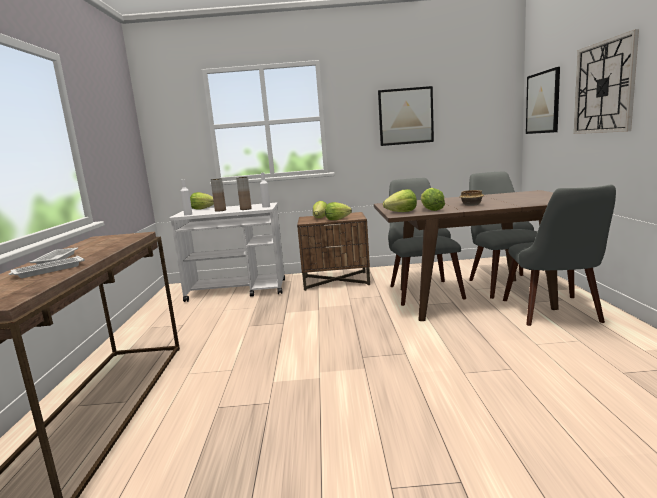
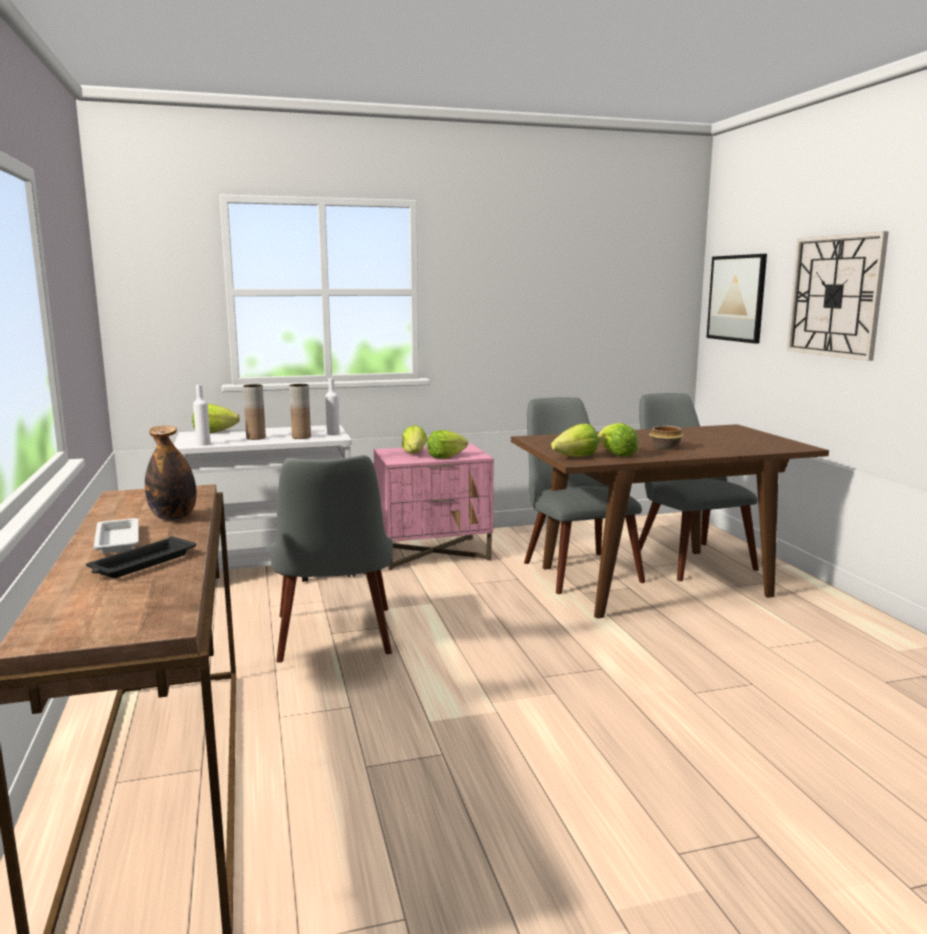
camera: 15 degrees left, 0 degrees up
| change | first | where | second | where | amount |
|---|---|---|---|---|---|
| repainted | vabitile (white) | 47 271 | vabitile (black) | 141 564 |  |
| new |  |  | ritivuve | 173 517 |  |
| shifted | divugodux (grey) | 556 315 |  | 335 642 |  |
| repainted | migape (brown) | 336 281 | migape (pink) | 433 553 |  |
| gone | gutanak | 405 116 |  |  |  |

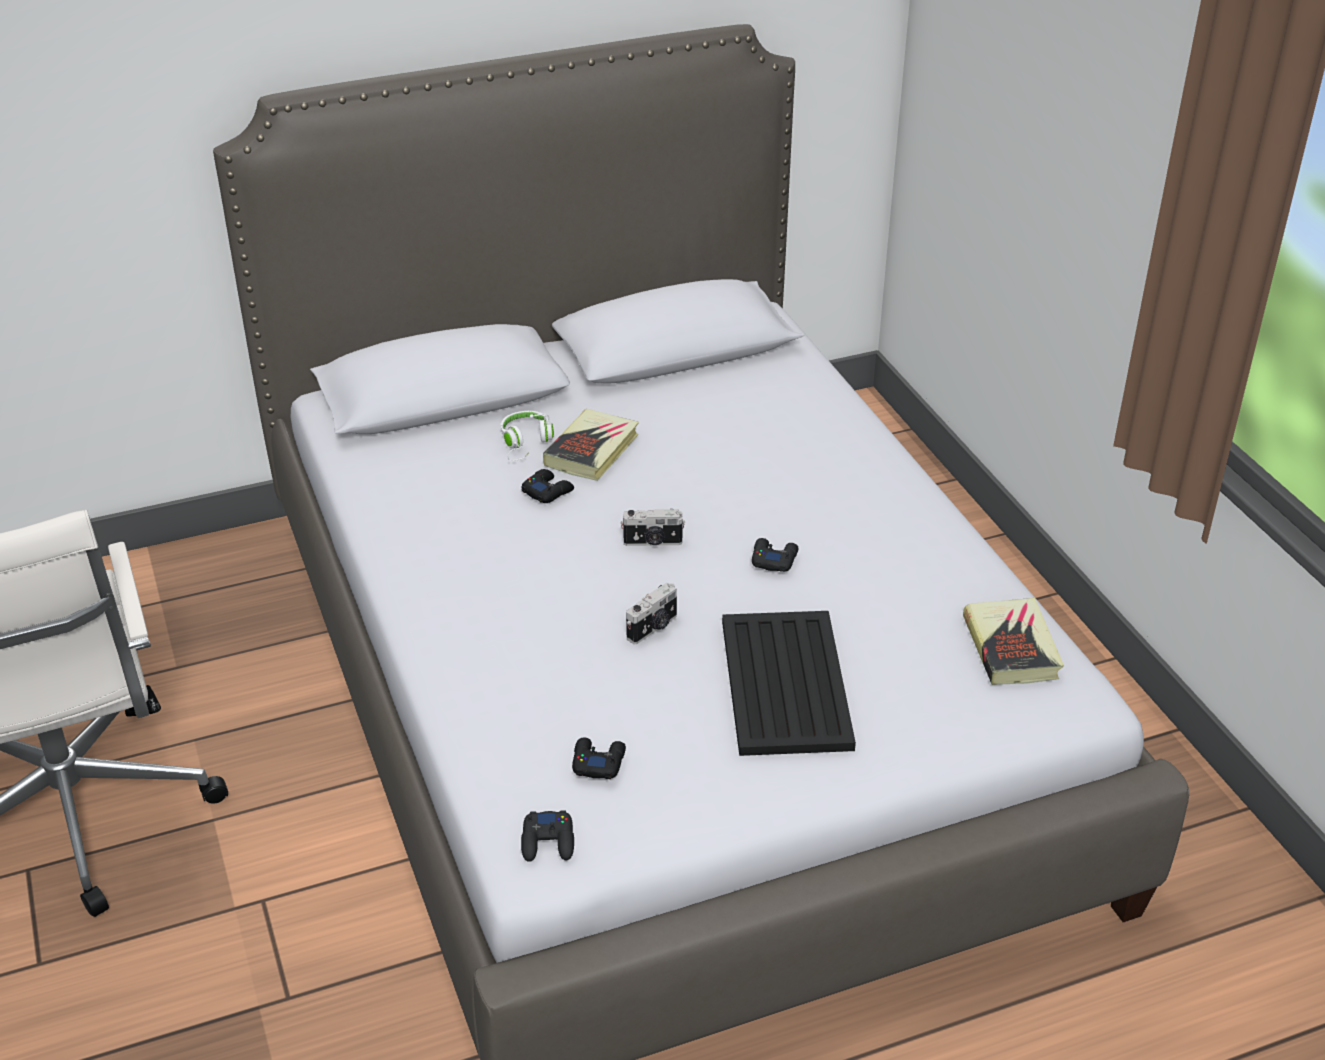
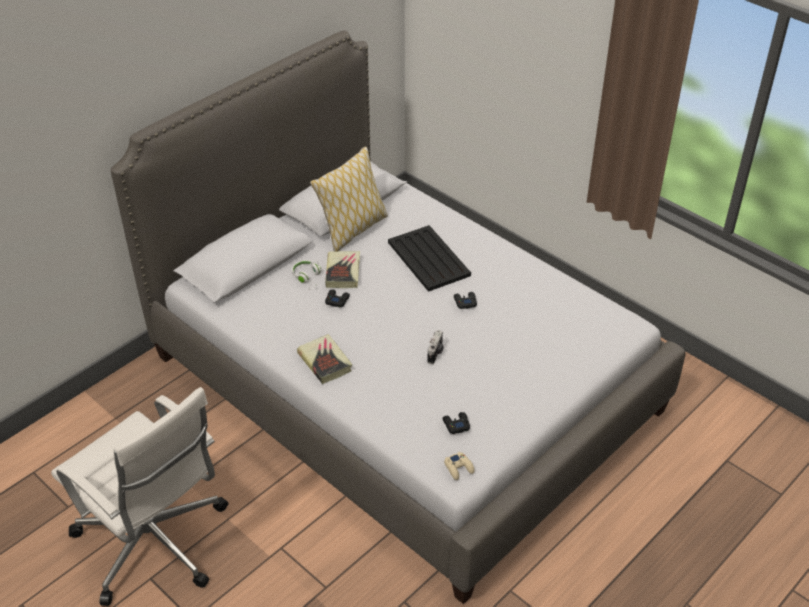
camera: 25 degrees left, 5 degrees up
| change | first | where | second | where | amount |
|---|---|---|---|---|---|
| shifted | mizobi | 1011 647 |  | 325 362 |  |
| new |  |  | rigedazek | 352 230 |  |
| shifted | vabitile (black) | 785 685 |  | 429 259 |  |
| repainted | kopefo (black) | 548 842 | kopefo (beige) | 459 468 |  |
| gone | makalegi | 653 542 |  |  |  |

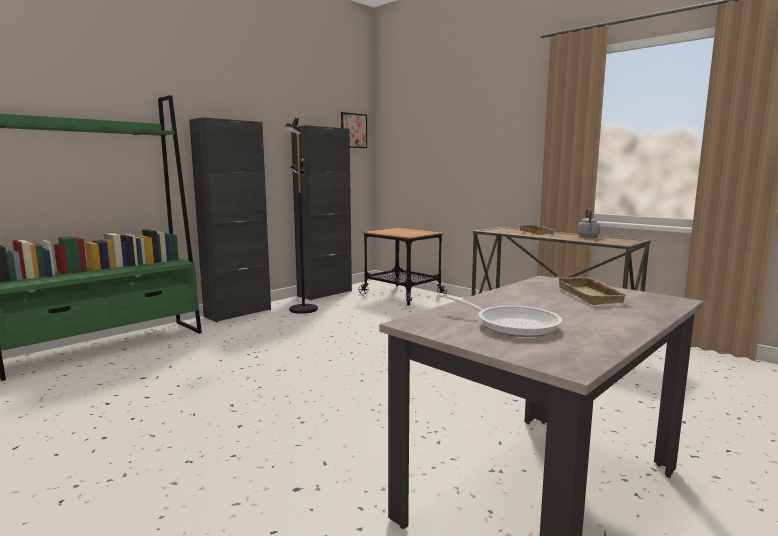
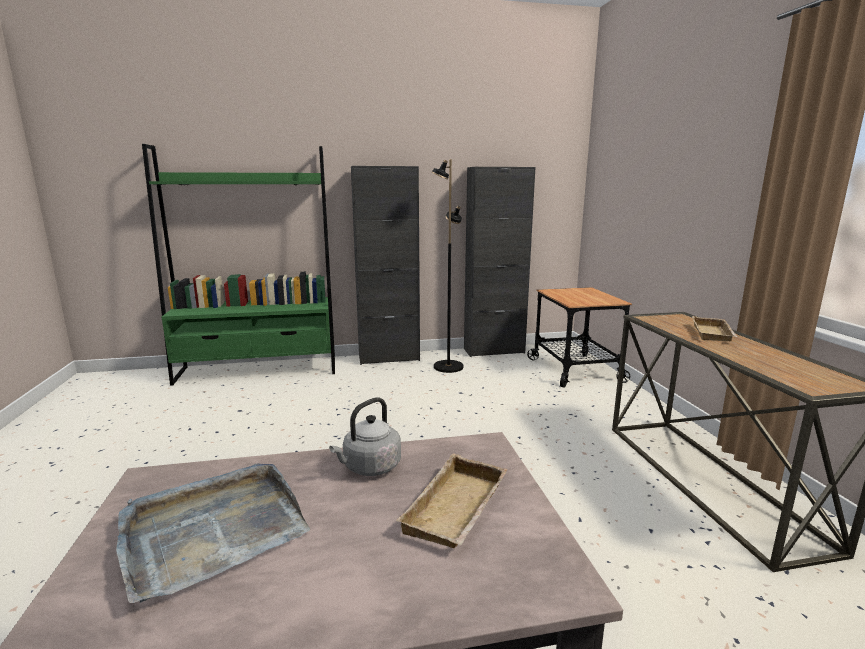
camera: 35 degrees right, 5 degrees up
| change | first | where | second | where | amount |
|---|---|---|---|---|---|
| swapped | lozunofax | 510 324 | vabitile (grey) | 213 529 |  |
| shifted | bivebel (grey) | 588 236 |  | 369 467 |  |
| gone | gutanak | 353 130 |  |  |  |

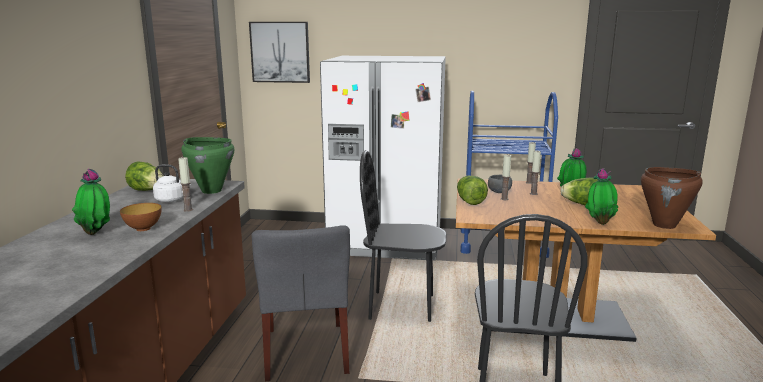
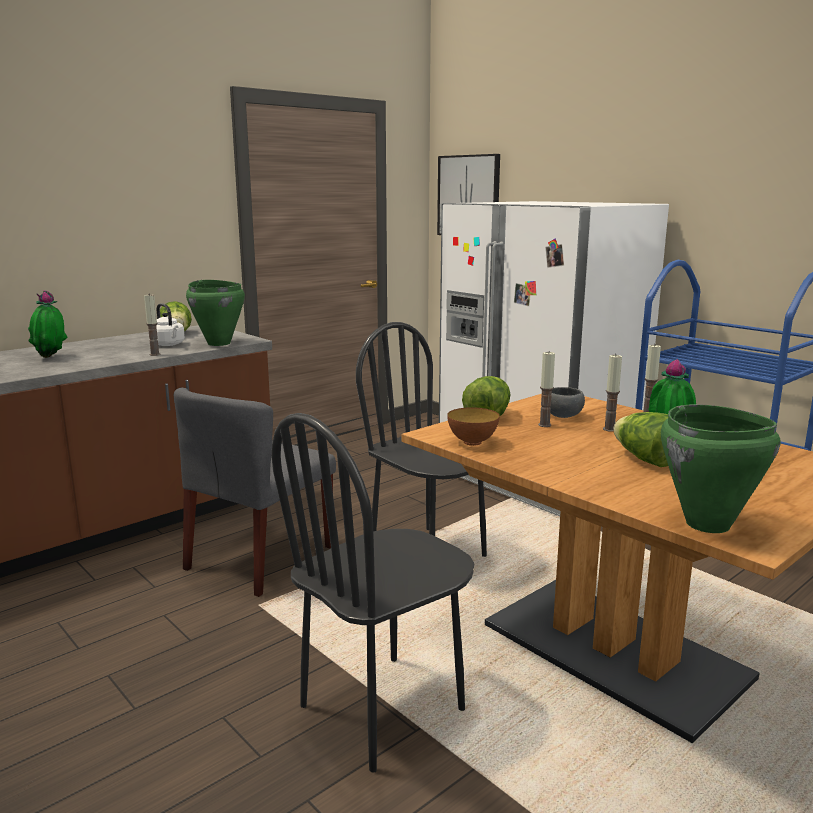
camera: 40 degrees right, 0 degrees up
| change | first | where | second | where | amount |
|---|---|---|---|---|---|
| shifted | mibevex | 143 229 |  | 472 442 |  |
| repainted | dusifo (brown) | 665 225 | dusifo (green) | 707 524 |  |
| gone | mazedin | 600 223 |  |  |  |

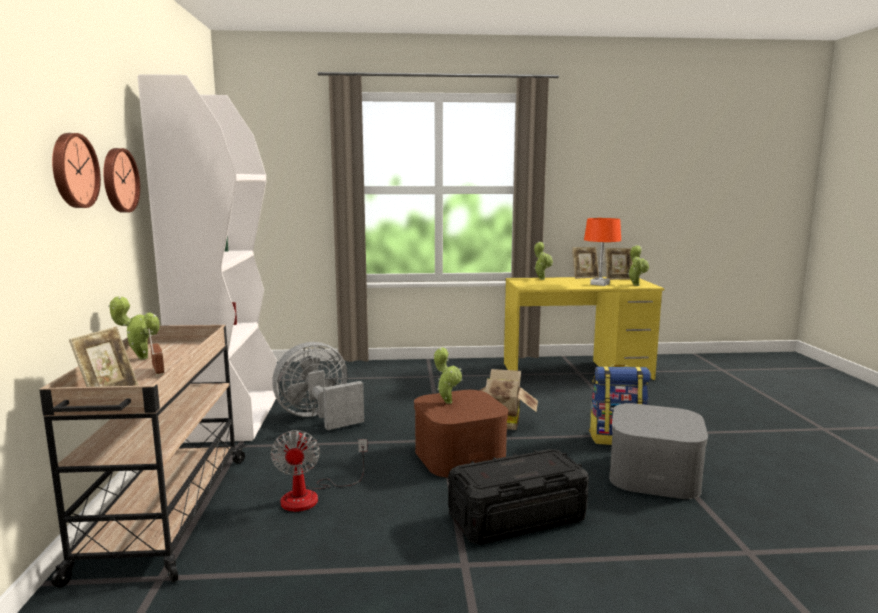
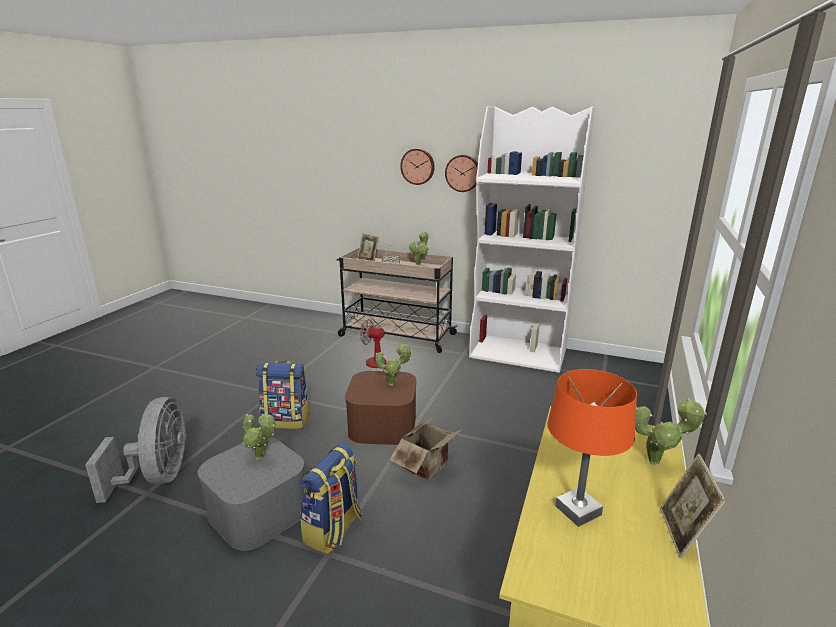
camera: 115 degrees right, 10 degrees up
| change | first | where | second | where | amount |
|---|---|---|---|---|---|
| shifted | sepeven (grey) | 318 418 |  | 158 477 |  |
| shifted | mazedin | 636 285 |  | 261 458 |  |
| swapped | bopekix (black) | 516 518 | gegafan | 287 420 |  |
| gone | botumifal | 618 278 |  |  |  |

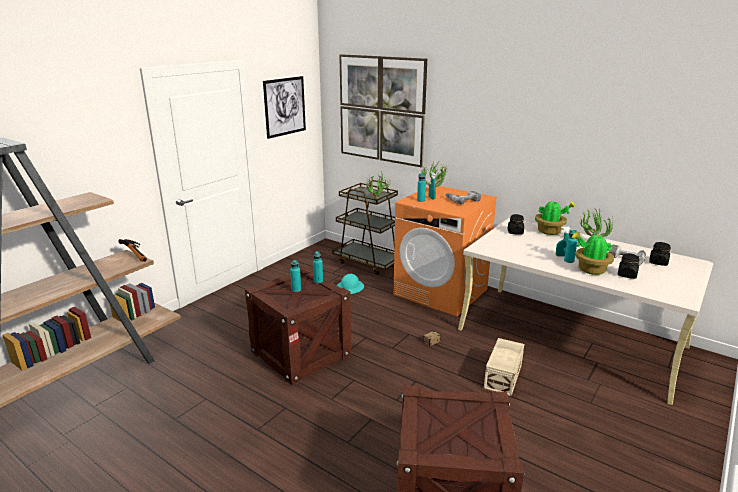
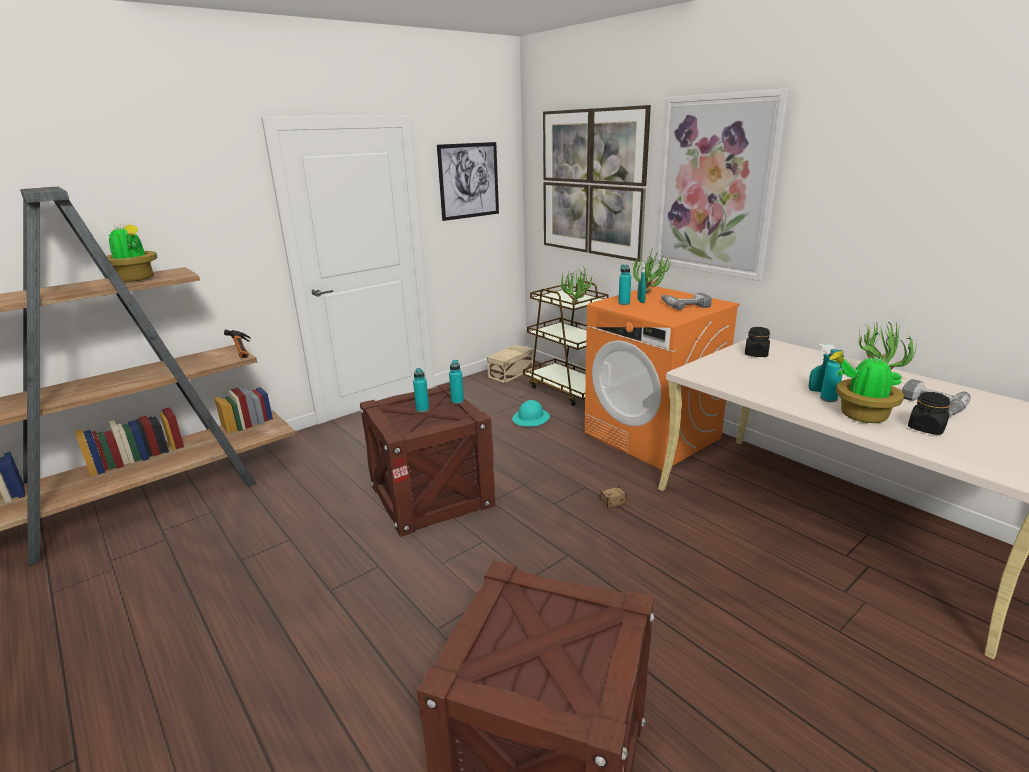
camera: 15 degrees right, 0 degrees up
| change | first | where | second | where | amount |
|---|---|---|---|---|---|
| shifted | mazedin | 550 232 |  | 136 279 |  |
| shifted | bopekix (beige) | 504 376 |  | 512 373 |  |
| new |  |  | gutanak | 715 186 |  |
| gone | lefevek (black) | 658 262 |  |  |  |

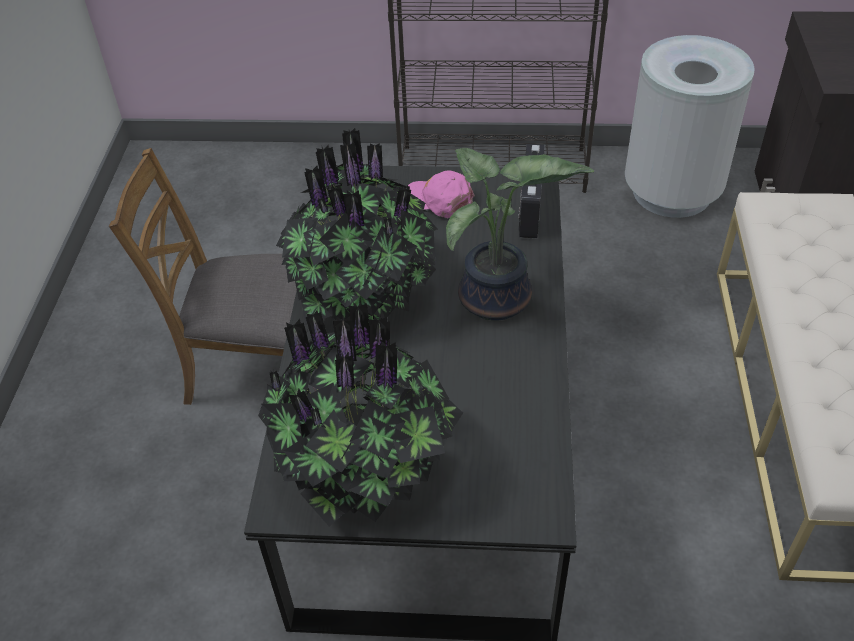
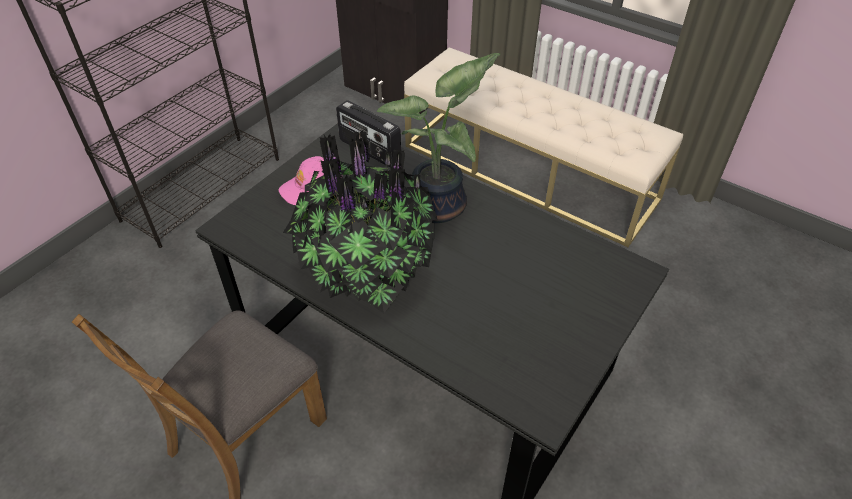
camera: 60 degrees left, 0 degrees up
| change | first | where | second | where | amount |
|---|---|---|---|---|---|
| gone | mazedin | 366 466 |  |  |  |
| gone | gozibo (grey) | 672 192 |  |  |  |

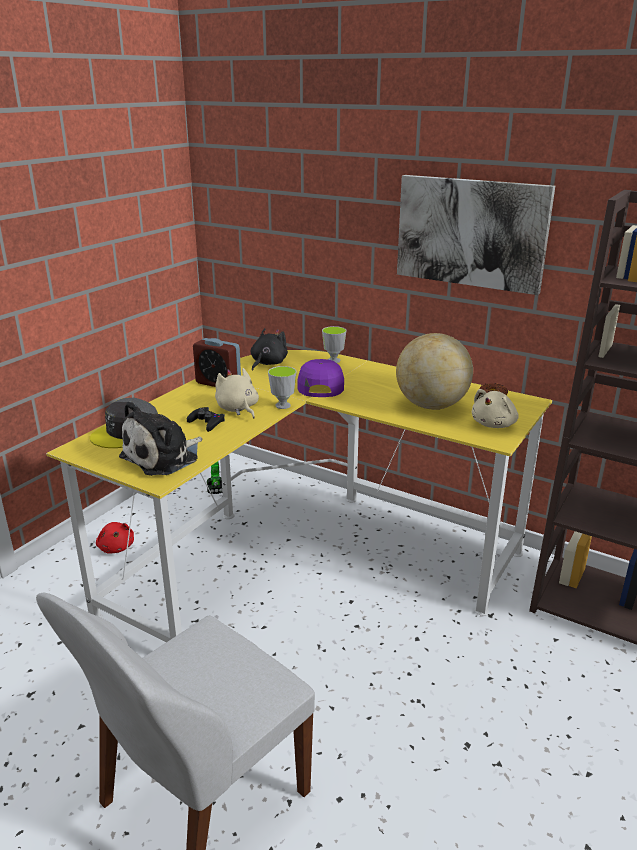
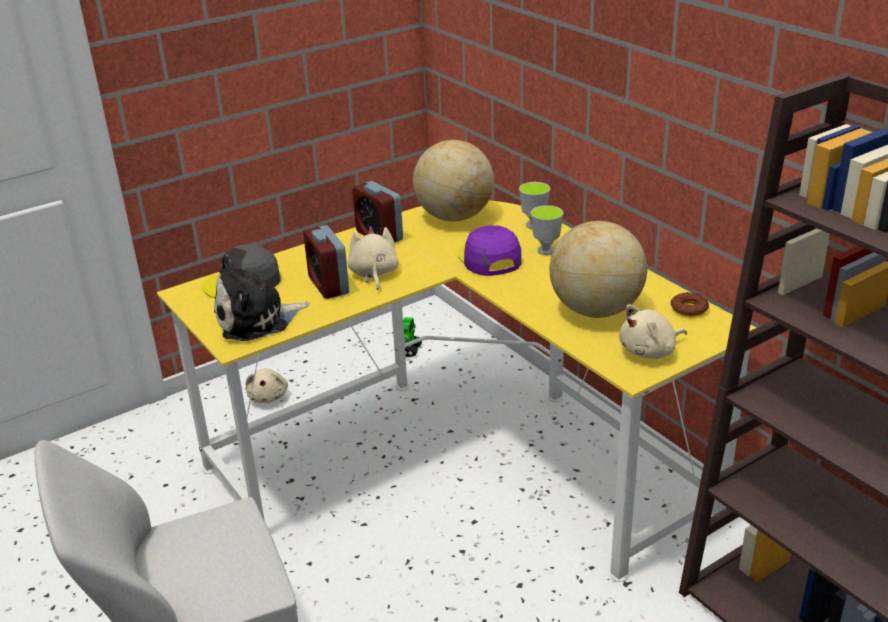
camera: 25 degrees right, 5 degrees up
| change | first | where | second | where | amount |
|---|---|---|---|---|---|
| repainted | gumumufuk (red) | 116 547 | gumumufuk (beige) | 268 396 |  |
| swapped | kopefo (black) | 206 423 | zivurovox | 328 285 |  |
| swapped | gumumufuk (black) | 267 363 | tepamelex | 454 217 |  |
| rotated | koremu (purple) | 320 385 |  | 489 258 | 45 degrees counterclockwise |
| shifted | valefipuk | 283 405 |  | 546 250 |  |
| gone | gutanak | 471 232 |  |  |  |

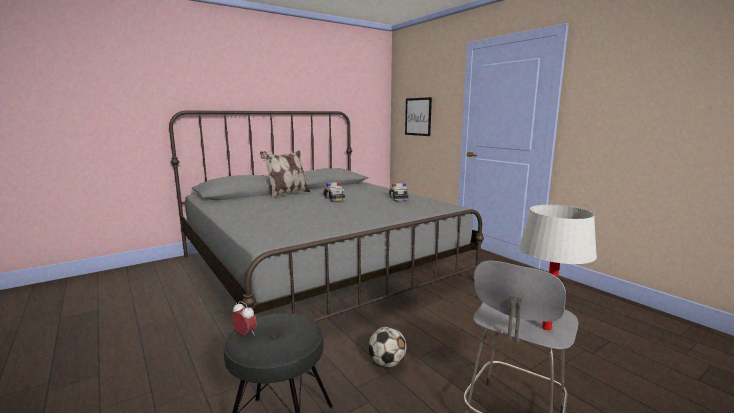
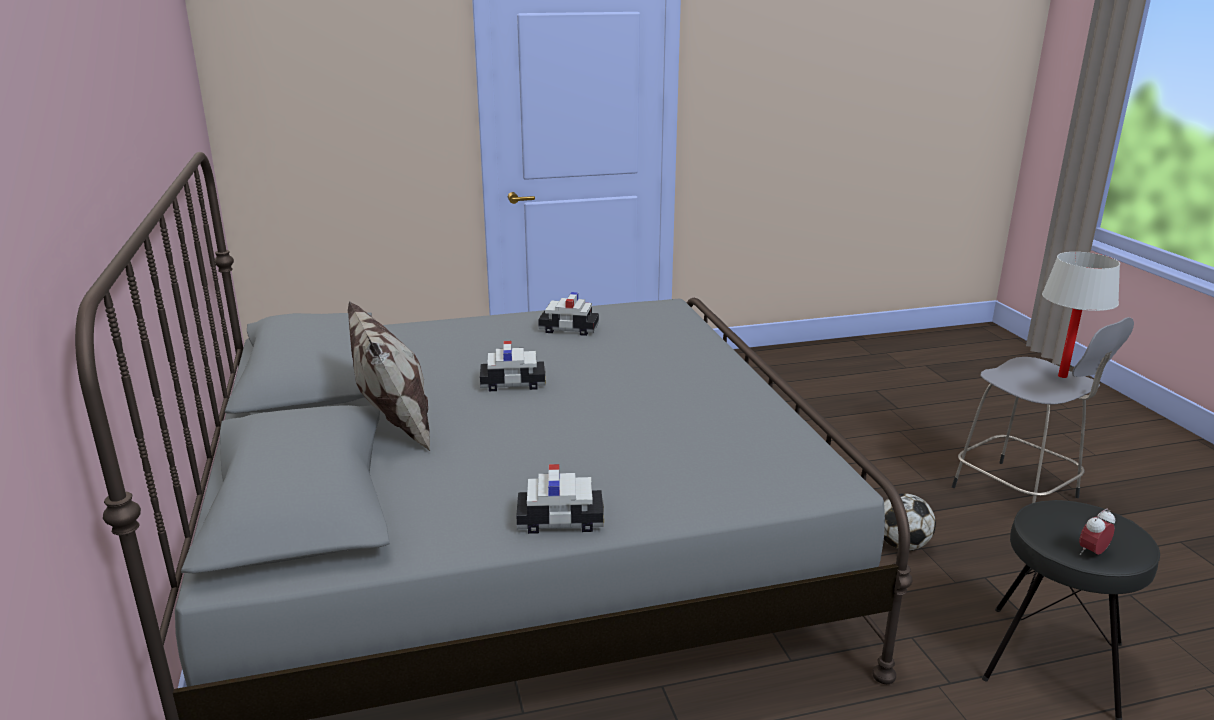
camera: 70 degrees left, 10 degrees up
| change | first | where | second | where | amount |
|---|---|---|---|---|---|
| new |  |  | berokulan | 561 520 |  |
| gone | gutanak | 418 116 |  |  |  |

